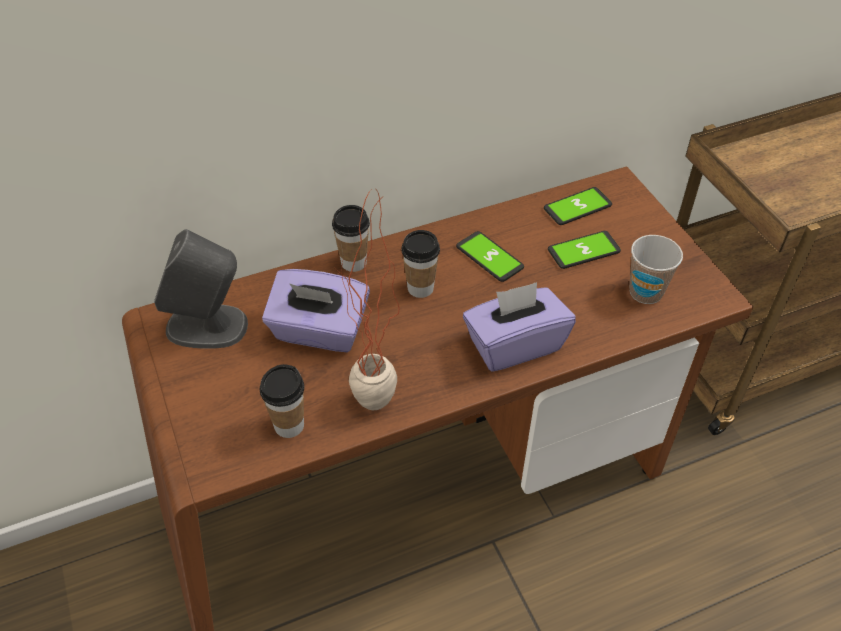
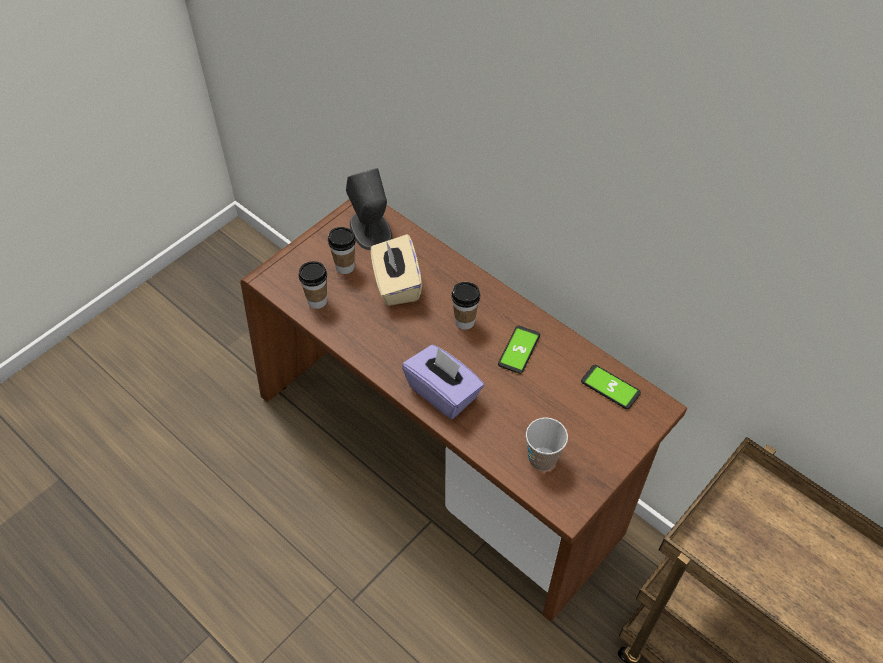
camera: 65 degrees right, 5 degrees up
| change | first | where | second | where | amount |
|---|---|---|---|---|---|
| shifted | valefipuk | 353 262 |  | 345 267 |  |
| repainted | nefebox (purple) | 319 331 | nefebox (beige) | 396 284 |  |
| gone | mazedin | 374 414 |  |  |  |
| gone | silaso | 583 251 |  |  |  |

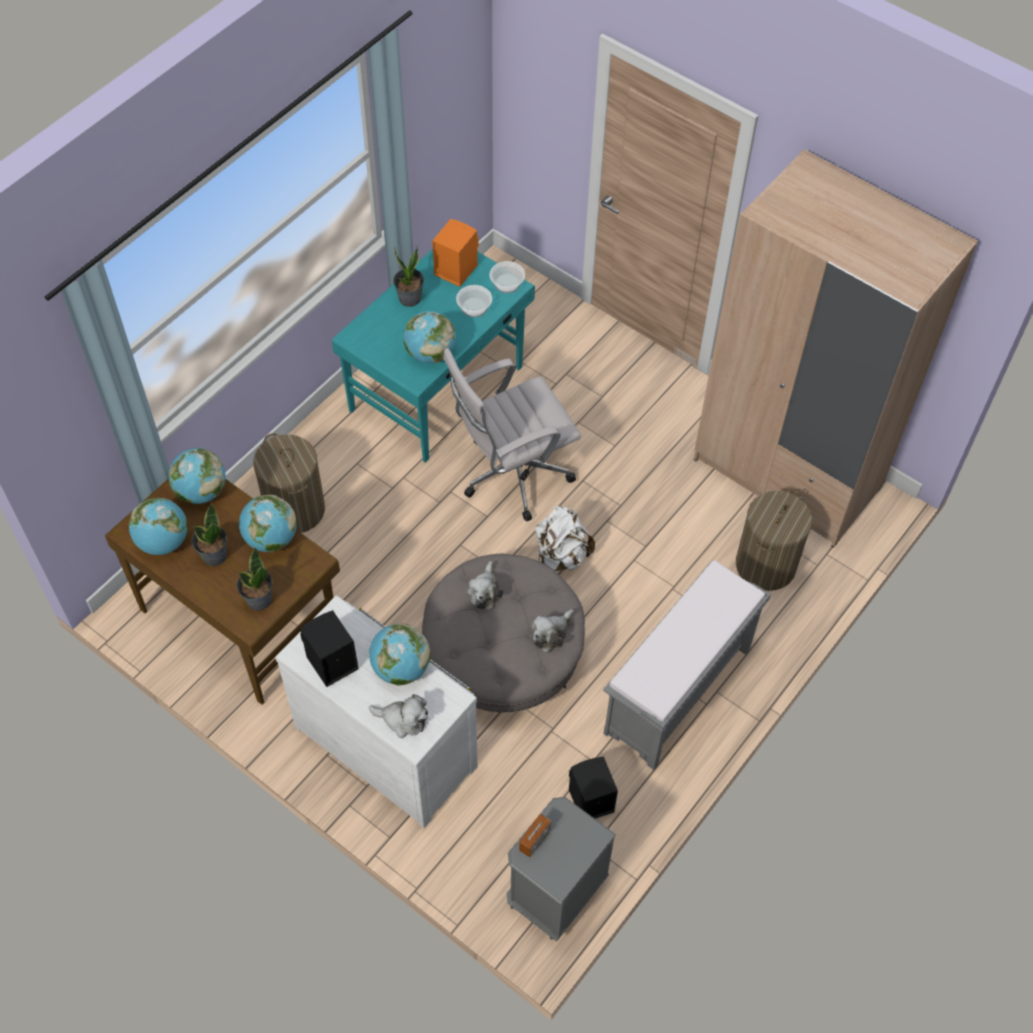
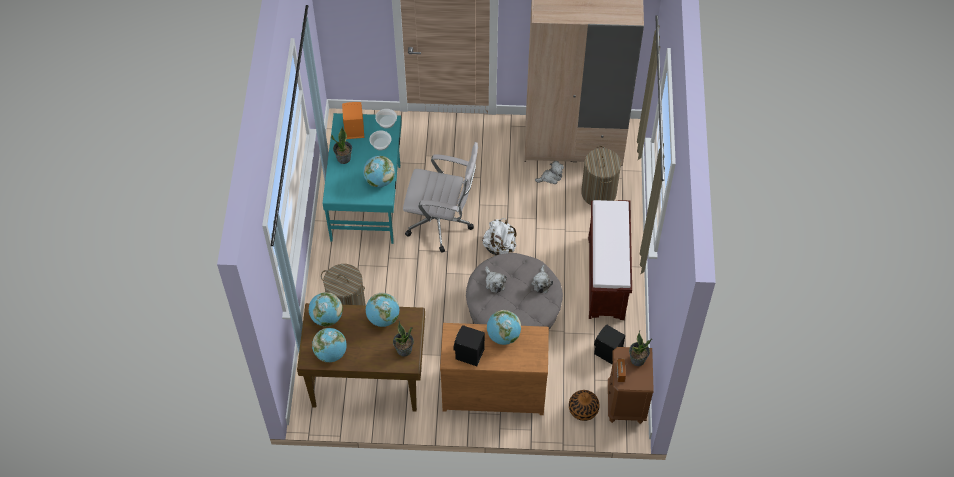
camera: 35 degrees left, 0 degrees up
| change | first | where | second | where | amount |
|---|---|---|---|---|---|
| rotated | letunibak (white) | 511 476 |  | 442 224 | 105 degrees counterclockwise |
| repainted | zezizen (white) | 388 742 | zezizen (brown) | 493 388 |  |
| shifted | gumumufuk | 403 720 |  | 550 177 |  |
| new |  |  | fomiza | 583 410 |  |
| repainted | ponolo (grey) | 677 693 | ponolo (brown) | 606 278 |  |
| repainted | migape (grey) | 555 894 | migape (brown) | 626 403 |  |
| shifted | mazedin | 214 556 |  | 637 360 |  |

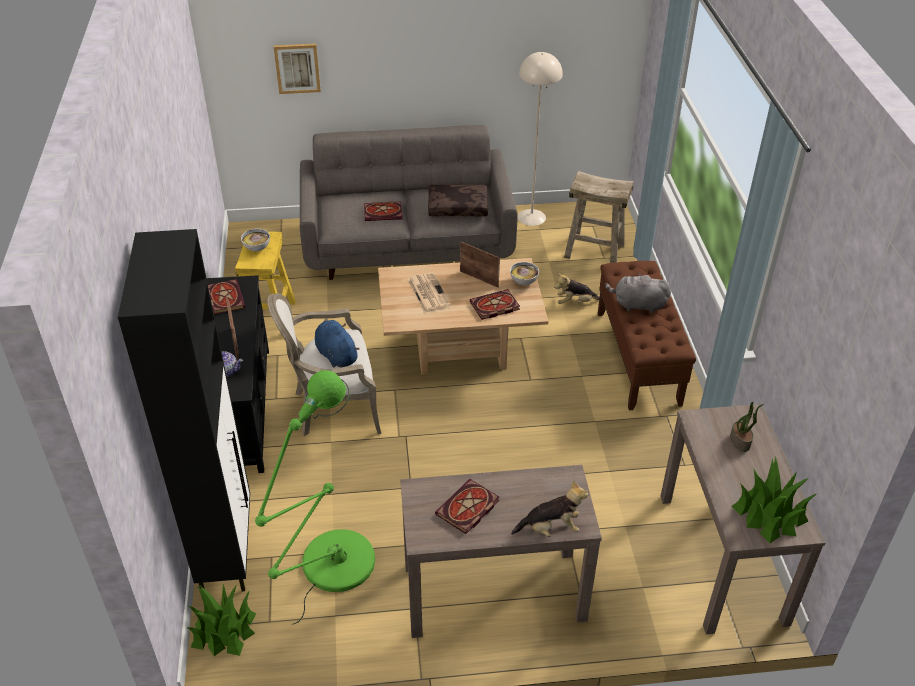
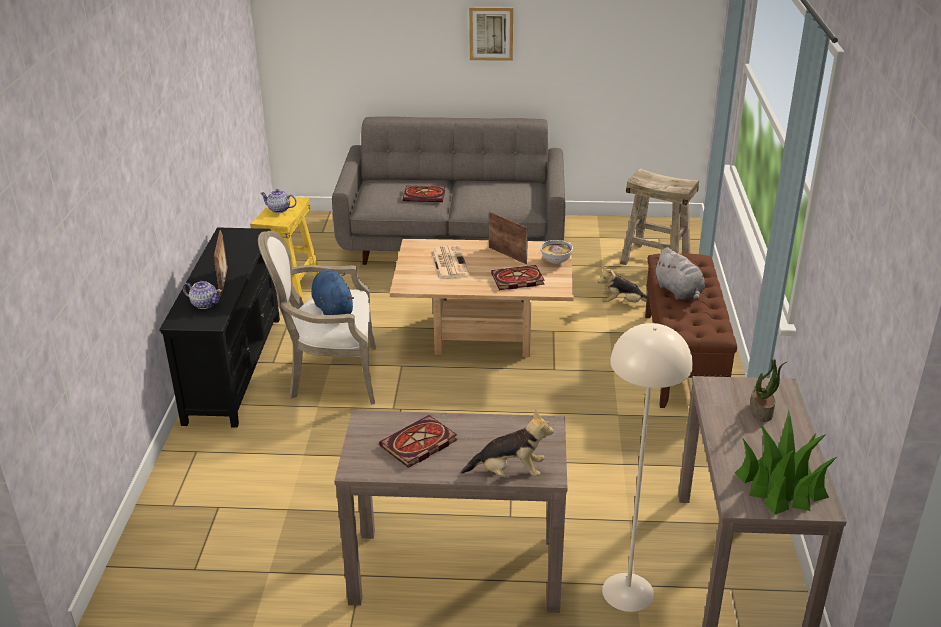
camera: 10 degrees right, 10 degrees down
| change | first | where | second | where | amount |
|---|---|---|---|---|---|
| swapped | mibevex | 257 248 | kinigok | 279 209 |  |
| shifted | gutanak | 297 68 |  | 491 33 |  |
| shifted | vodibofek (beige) | 531 217 |  | 628 591 |  |
| rotated | gumumufuk (grey) | 637 305 |  | 679 292 | 135 degrees counterclockwise |
| gone | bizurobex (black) | 226 550 |  |  |  |
| gone | mazedin | 223 629 |  |  |  |
| gone | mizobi | 224 298 |  |  |  |
| gone | vodibofek (green) | 332 568 |  |  |  |
| gone | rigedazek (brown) | 458 207 |  |  |  |

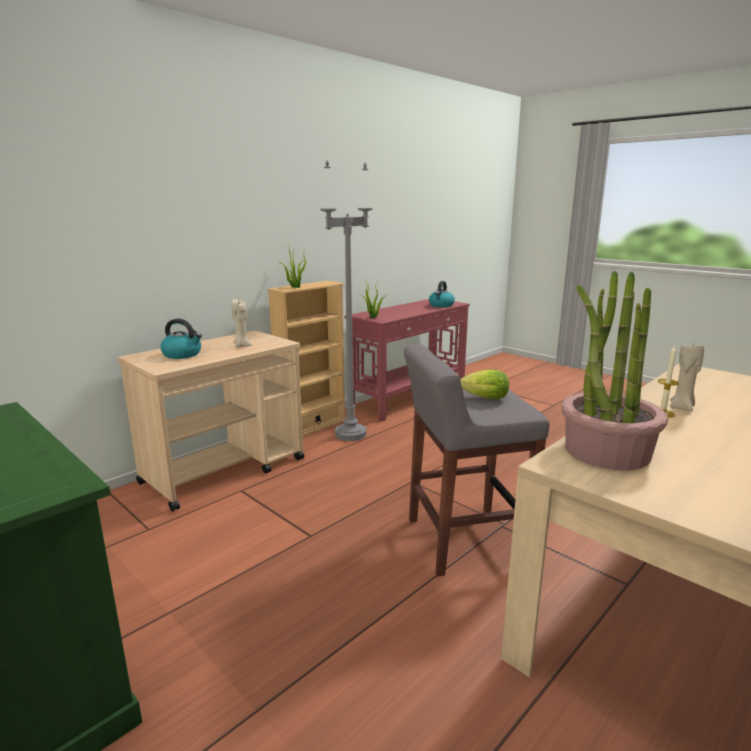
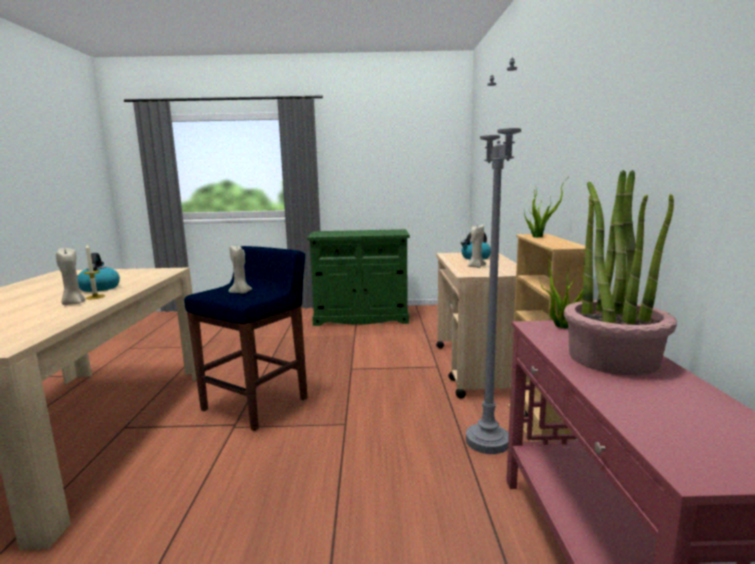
camera: 135 degrees right, 5 degrees down
| change | first | where | second | where | amount |
|---|---|---|---|---|---|
| shifted | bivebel | 441 305 |  | 99 288 |  |
| repainted | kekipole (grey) | 463 540 | kekipole (blue) | 257 404 |  |
| swapped | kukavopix | 482 398 | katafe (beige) | 241 292 |  |
| shifted | mazedin | 606 451 |  | 612 357 |  |

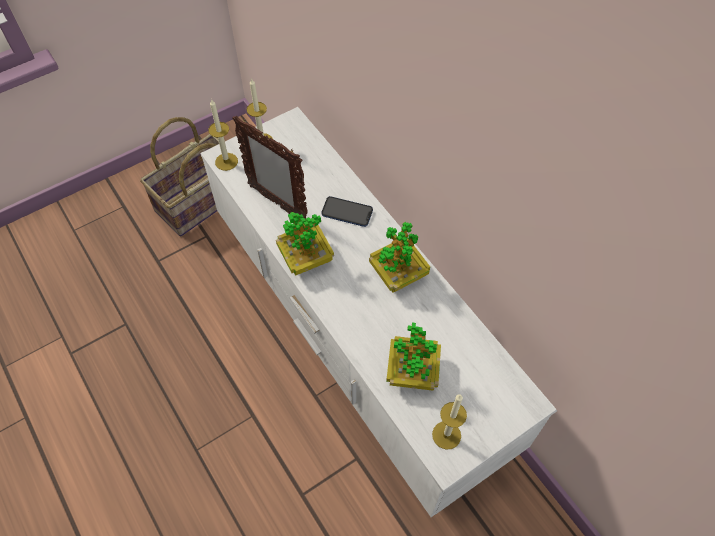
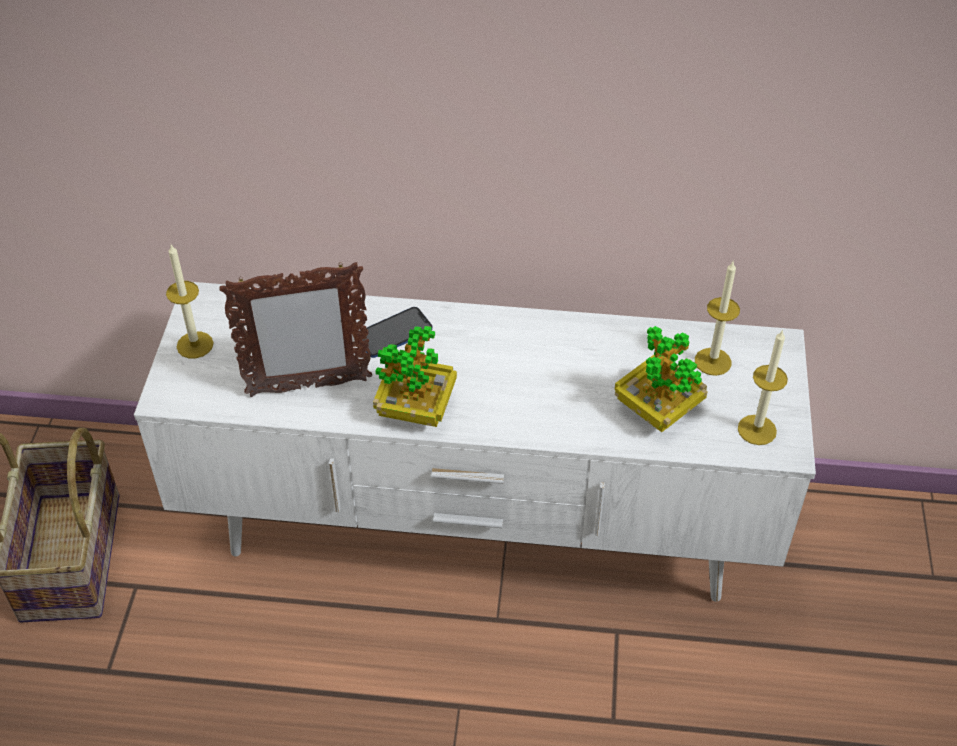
camera: 50 degrees left, 10 degrees down
| change | first | where | second | where | amount |
|---|---|---|---|---|---|
| shifted | katafe | 226 161 |  | 712 361 |  |
| gone | mazedin | 398 274 |  |  |  |

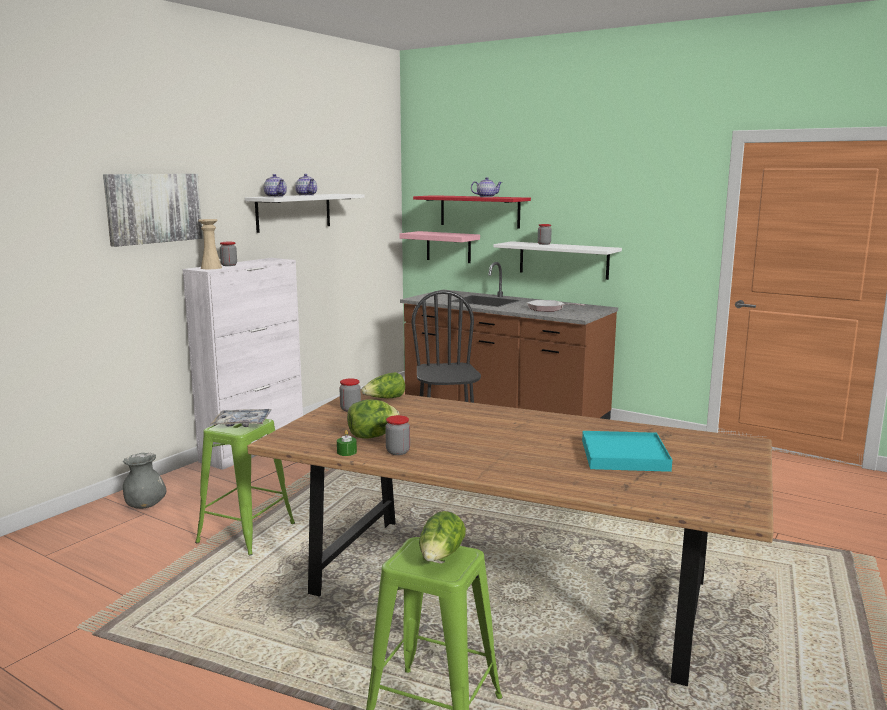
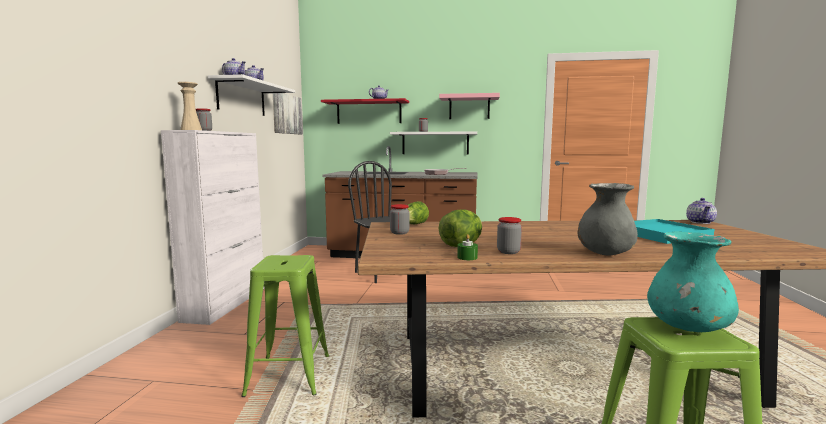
camera: 25 degrees left, 5 degrees down
| change | first | where | second | where | amount |
|---|---|---|---|---|---|
| shifted | gutanak | 154 208 |  | 286 114 |  |
| shifted | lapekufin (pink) | 448 247 |  | 469 107 |  |
| shifted | fomiza (grey) | 145 506 |  | 605 253 |  |
| swapped | kukavopix | 441 556 | fomiza (turquoise) | 688 328 |  |
| new |  |  | kinigok | 700 222 |  |
| gone | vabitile | 242 423 |  |  |  |

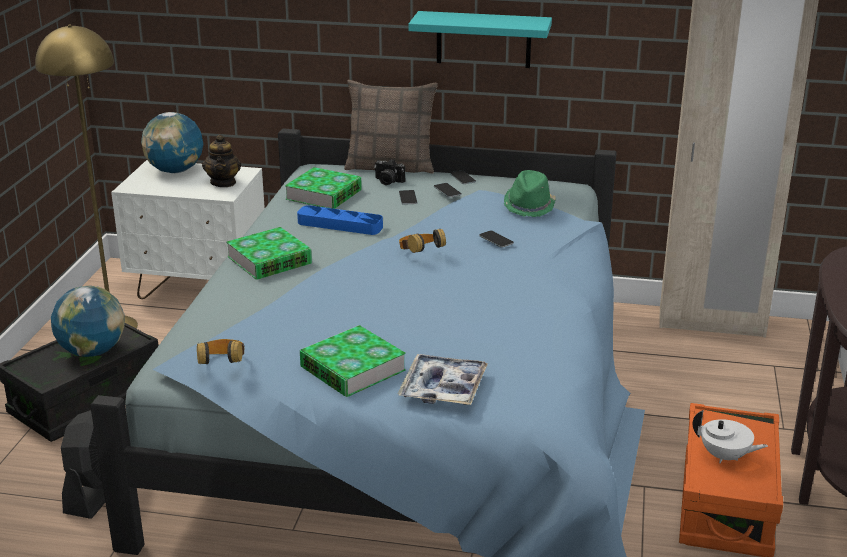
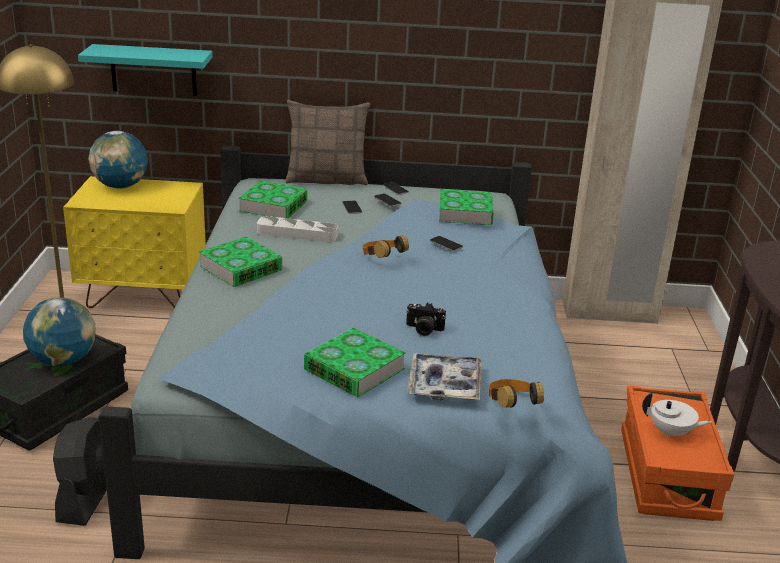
camera: 10 degrees left, 0 degrees up
| change | first | where | second | where | amount |
|---|---|---|---|---|---|
| repainted | migape (white) | 199 288 | migape (yellow) | 144 296 |  |
| shifted | lapekufin (turquoise) | 483 39 |  | 153 70 |  |
| repainted | vabitile (blue) | 340 225 | vabitile (grey) | 297 233 |  |
| shifted | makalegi | 388 181 |  | 423 330 |  |
| swapped | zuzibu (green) | 529 206 | mizobi | 465 213 |  |
| shifted | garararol | 222 366 |  | 511 406 |  |
| gone | kinigok | 223 182 |  |  |  |

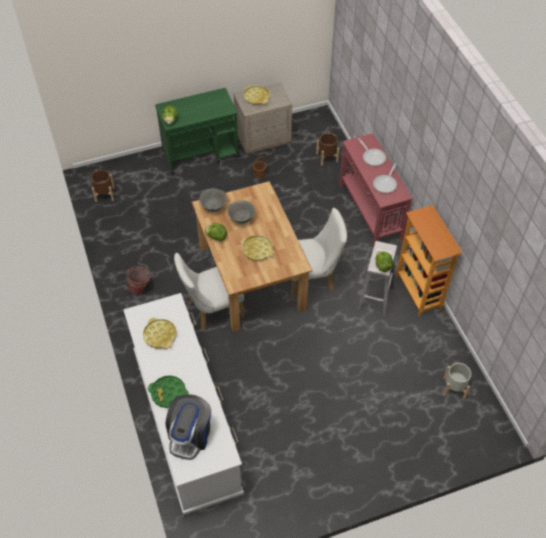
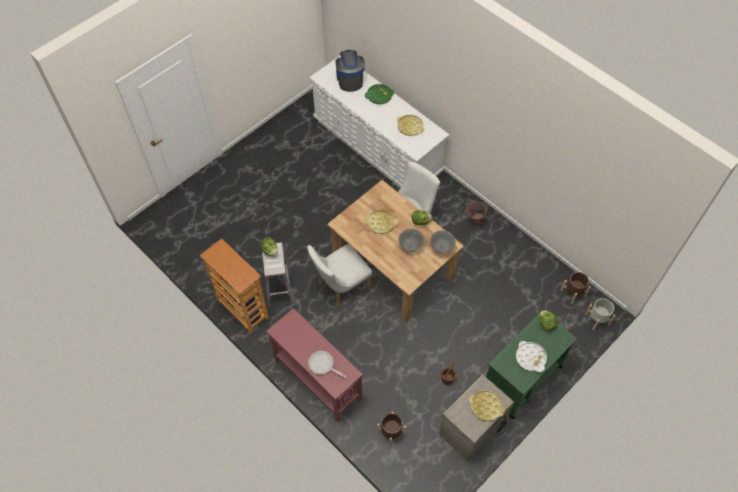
camera: 155 degrees right, 5 degrees up
| change | first | where | second | where | amount |
|---|---|---|---|---|---|
| new |  |  | vabitile (white) | 530 358 |  |
| shifted | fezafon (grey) | 454 387 |  | 597 319 |  |
| gone | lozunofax | 385 184 |  |  |  |

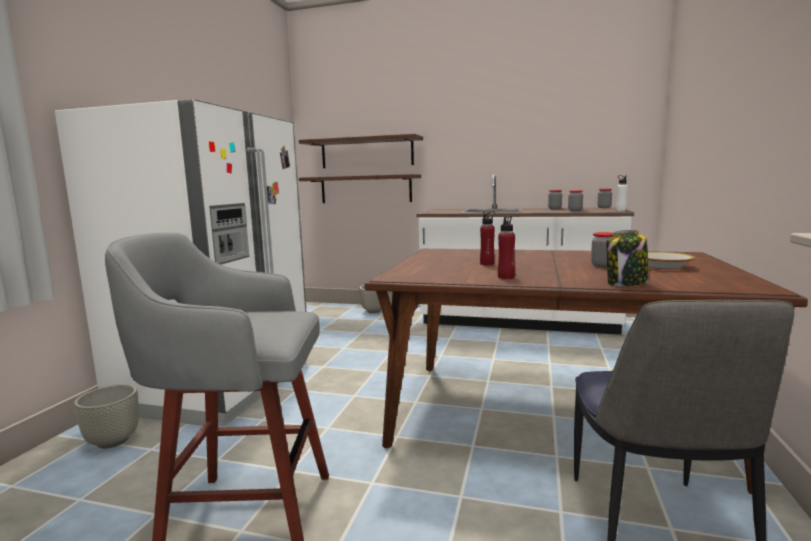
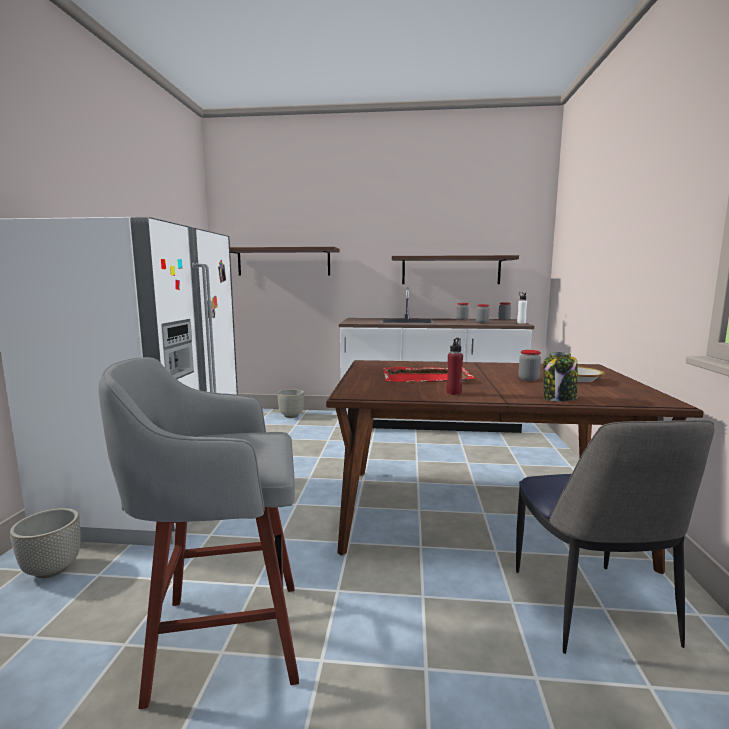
camera: 10 degrees left, 0 degrees up
| change | first | where | second | where | amount |
|---|---|---|---|---|---|
| swapped | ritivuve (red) | 487 264 | vabitile (red) | 427 378 |  |
| shifted | lapekufin | 365 189 |  | 451 270 |  |

